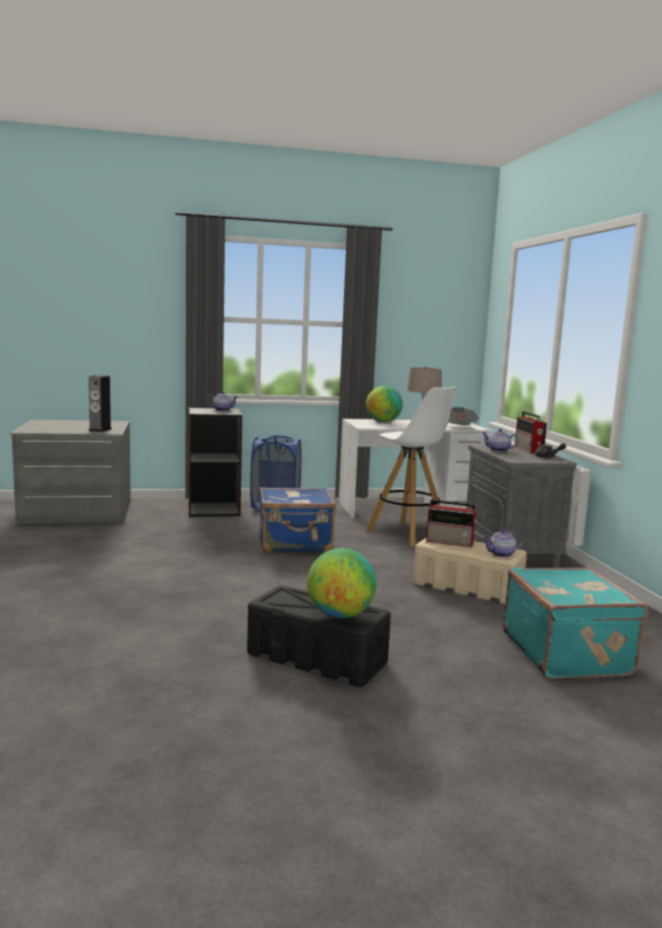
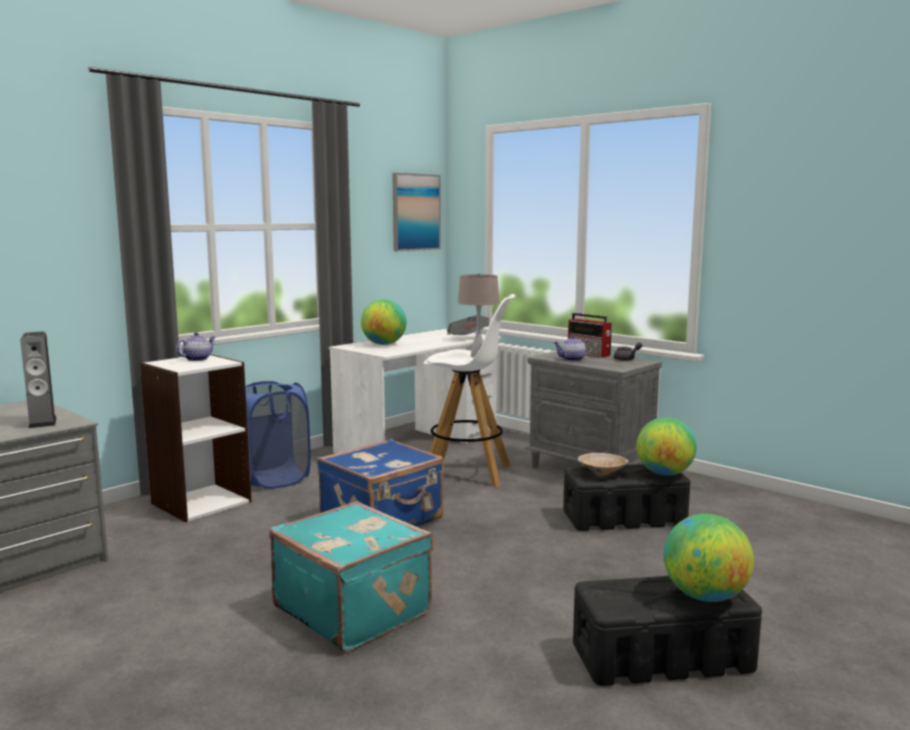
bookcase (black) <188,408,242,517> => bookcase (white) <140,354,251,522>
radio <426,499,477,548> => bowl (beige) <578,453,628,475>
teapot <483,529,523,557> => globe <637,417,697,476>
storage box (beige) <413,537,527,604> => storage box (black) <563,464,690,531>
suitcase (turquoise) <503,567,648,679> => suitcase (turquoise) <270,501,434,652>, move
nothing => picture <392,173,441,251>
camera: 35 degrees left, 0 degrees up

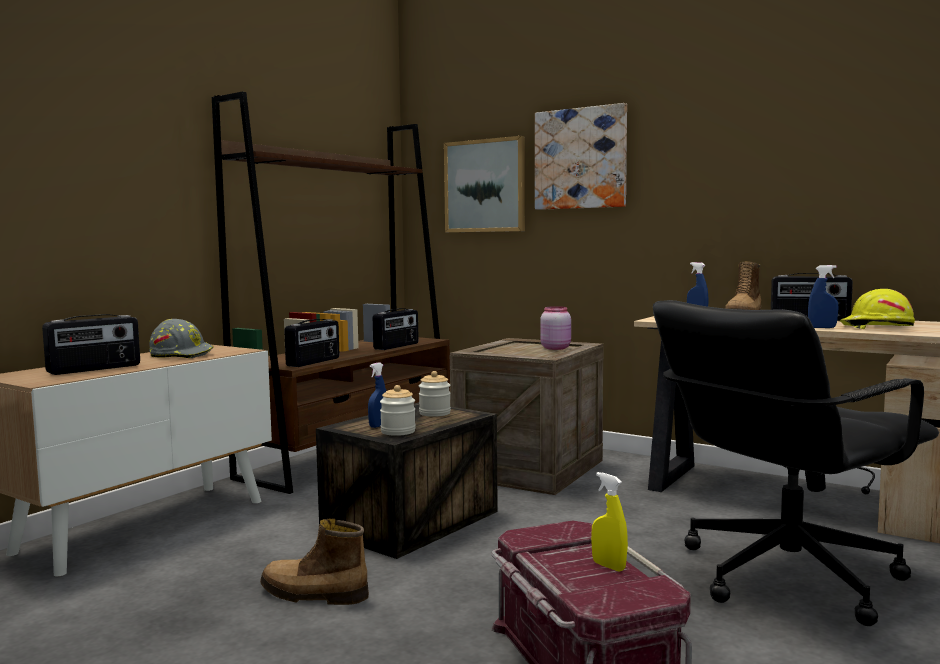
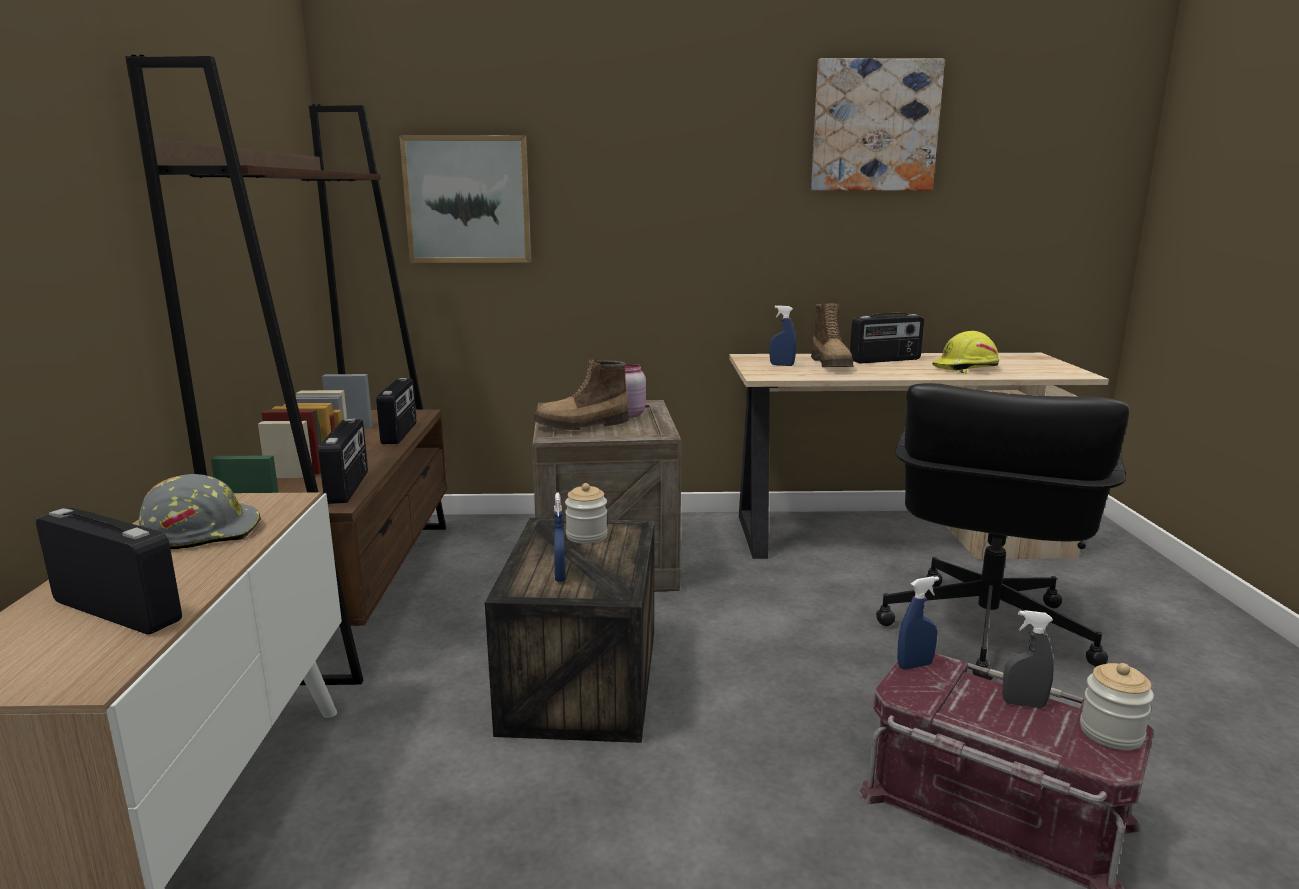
picture <535,103,627,210> => picture <811,58,945,191>, move
spray bottle (blue) <808,265,839,328> => spray bottle (blue) <897,576,939,669>, move
radio <42,314,140,375> => radio <36,508,182,634>, 75 degrees counterclockwise
jar <380,385,416,436> => jar <1080,663,1154,750>, move
spray bottle (yellow) <591,472,628,572> => spray bottle (grey) <1002,610,1054,708>
boot <260,519,369,605> => boot <533,359,629,430>, move
camera: 35 degrees left, 10 degrees up

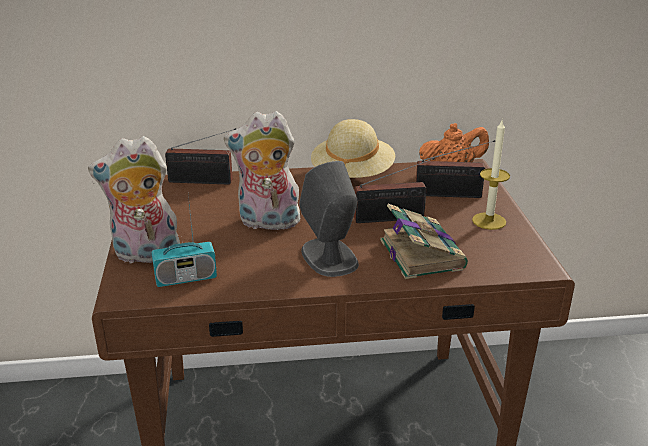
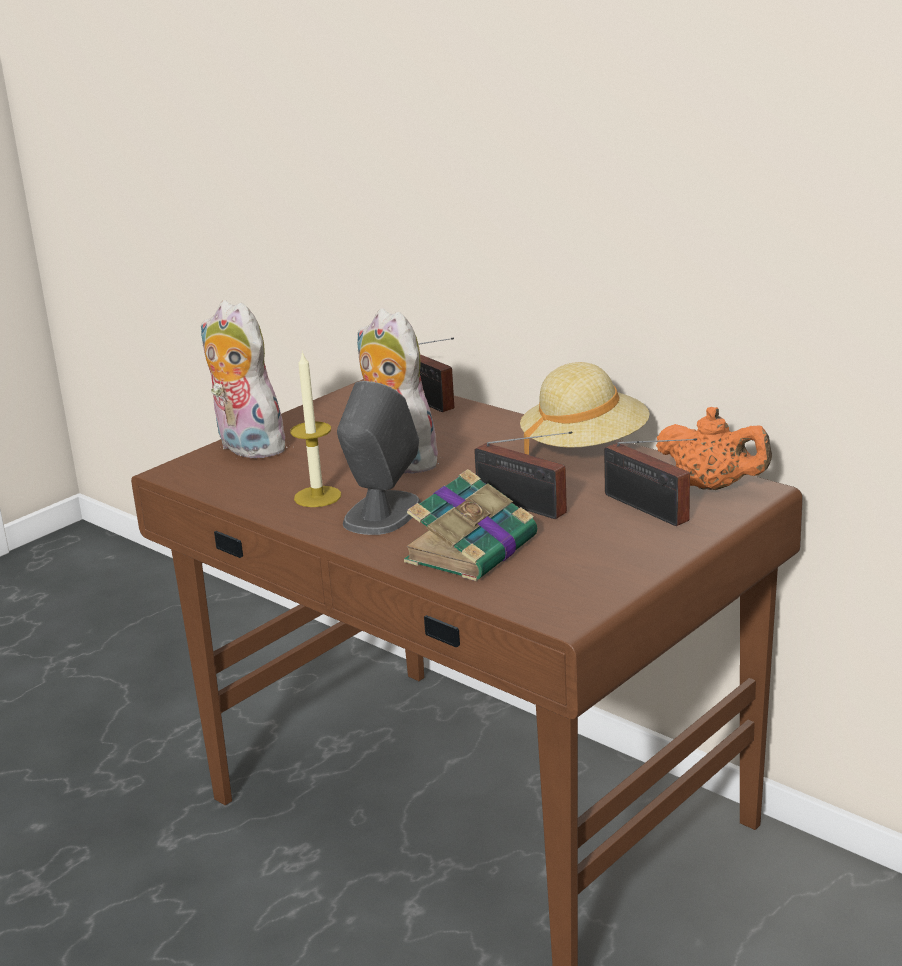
candle <472,120,510,230> => candle <290,351,341,507>, move
radio <152,196,217,287> => nothing
camera: 50 degrees right, 5 degrees down

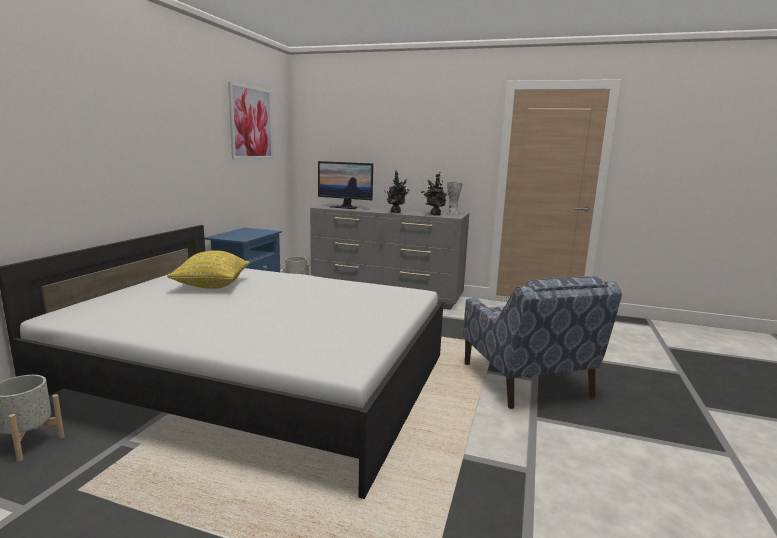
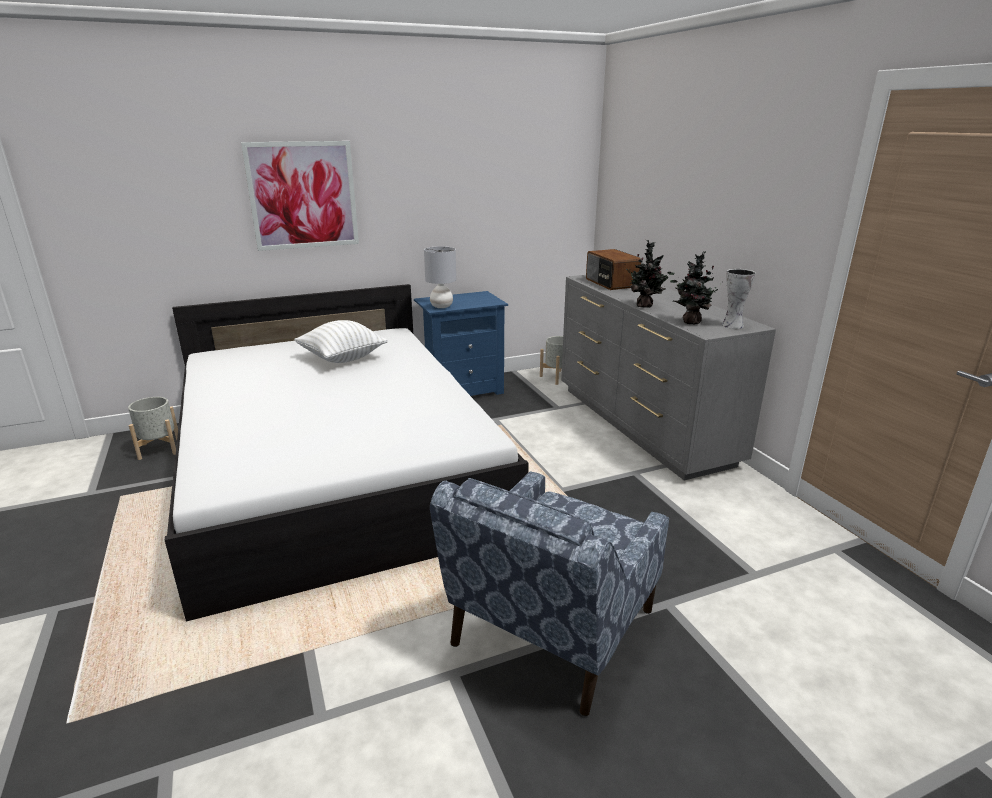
picture <228,81,273,160> => picture <241,141,359,251>, move
monitor <318,161,373,209> => radio <586,249,641,290>
pillow (yellow) <167,250,250,289> => pillow (white) <294,320,387,363>
nothing => table lamp (grey) <424,246,456,308>
camera: 50 degrees right, 10 degrees up

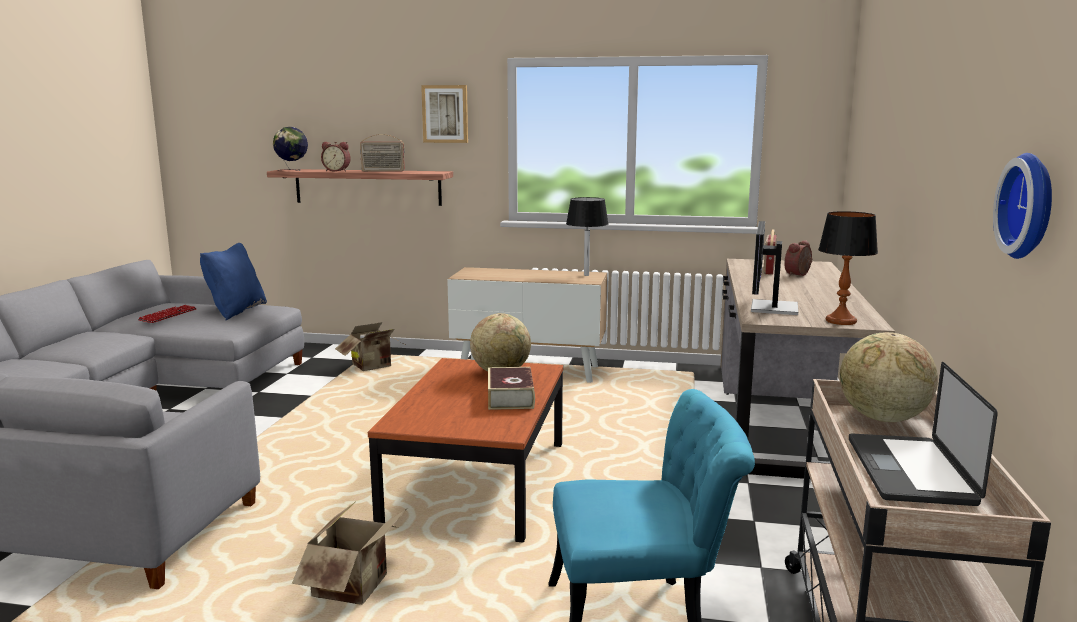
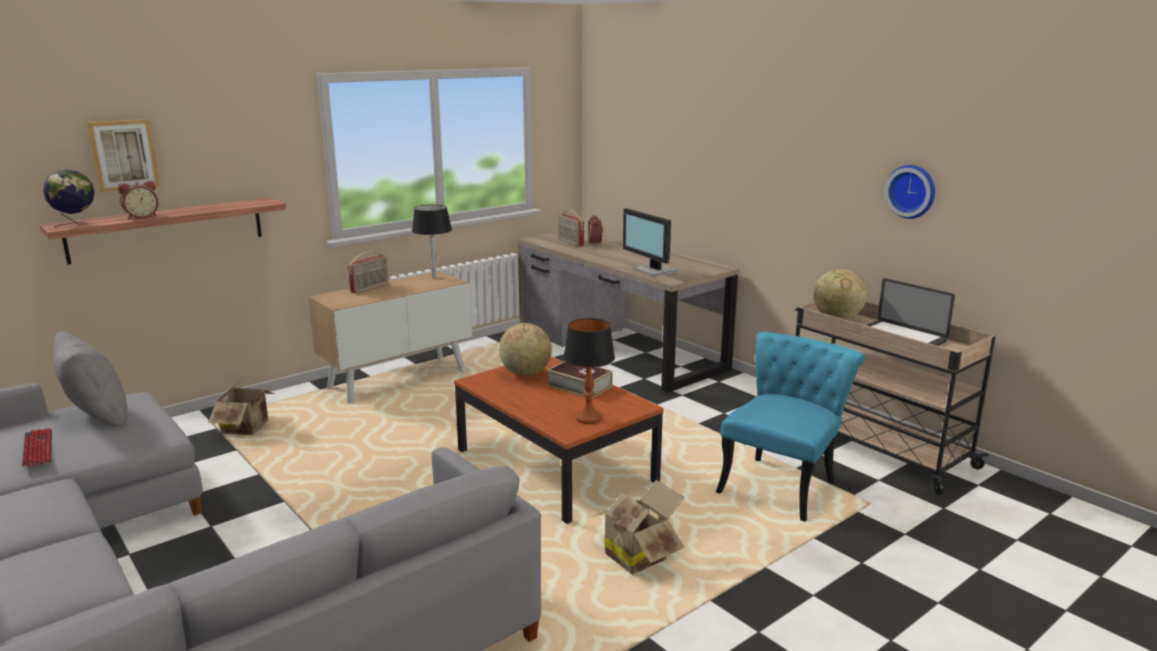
picture <421,85,468,143> => picture <87,119,160,192>, move
radio <360,134,405,172> => radio <348,252,389,293>, move
table lamp <818,211,878,325> => table lamp <563,318,615,424>, move
pillow (blue) <200,243,267,320> => pillow (grey) <53,331,127,428>
camera: 50 degrees left, 5 degrees up

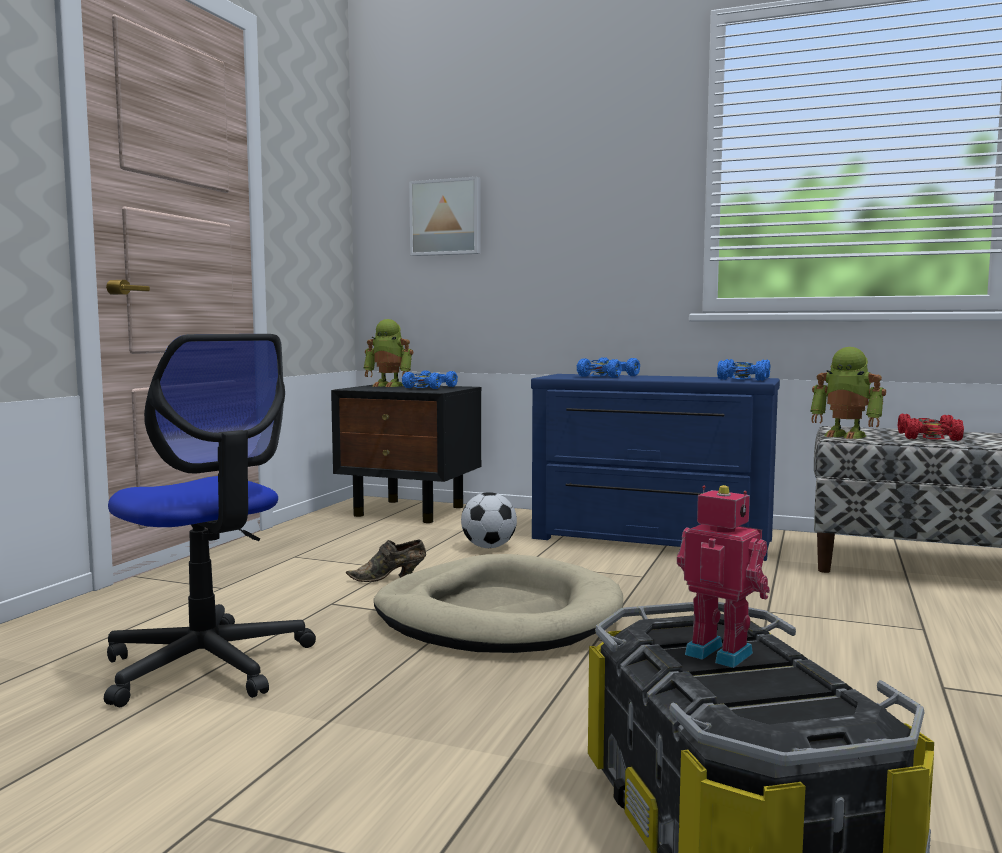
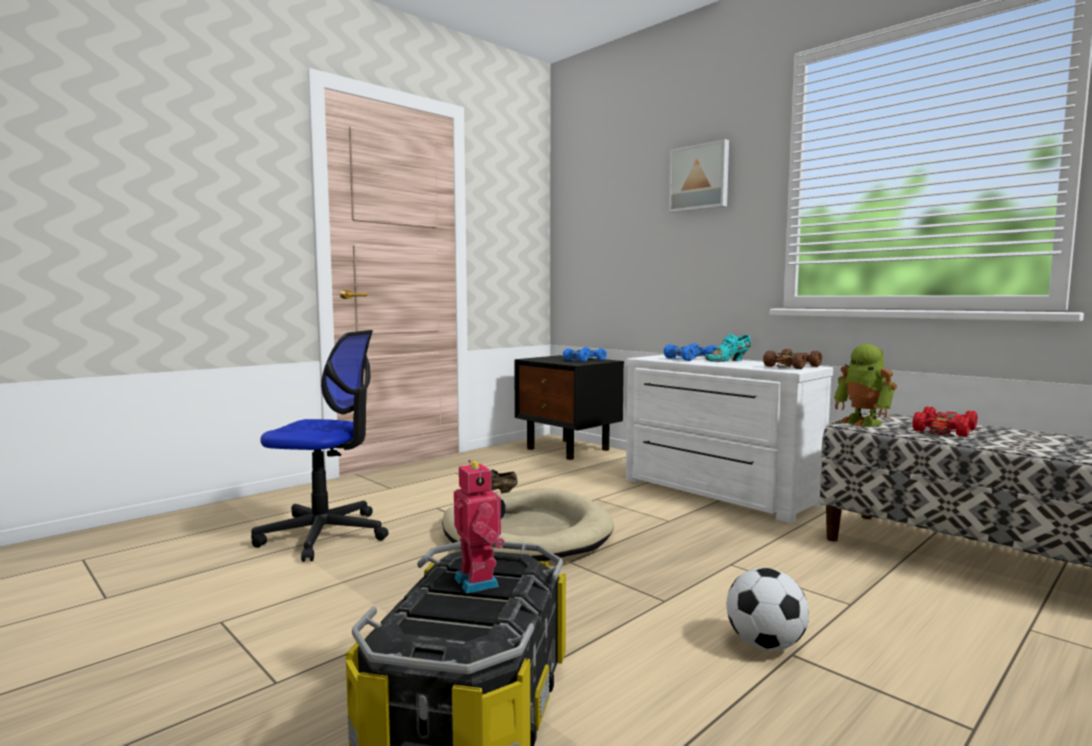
picture <409,177,481,256> => picture <669,139,729,213>, move
toy robot <363,319,413,387> => nothing
office chair <104,334,316,707> => office chair <251,330,389,562>, 60 degrees counterclockwise
toy car (blue) <717,359,770,381> => toy car (brown) <763,349,823,369>
dresser (blue) <531,374,780,561> => dresser (white) <626,355,833,523>
football <461,492,517,548> => football <727,568,809,651>, move
nothing => shoe (turquoise) <704,334,751,362>
camera: 25 degrees right, 0 degrees up

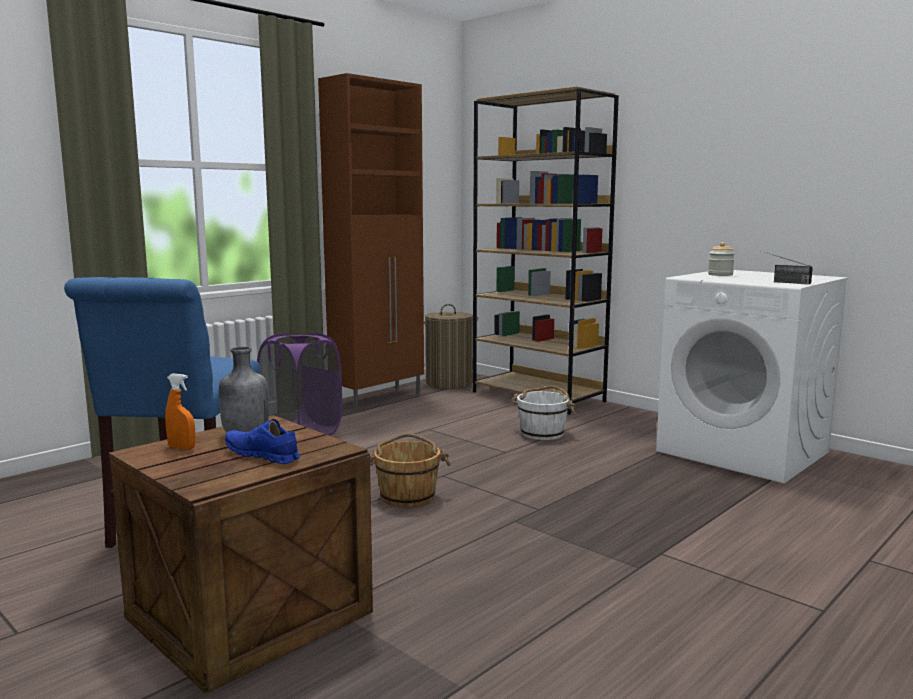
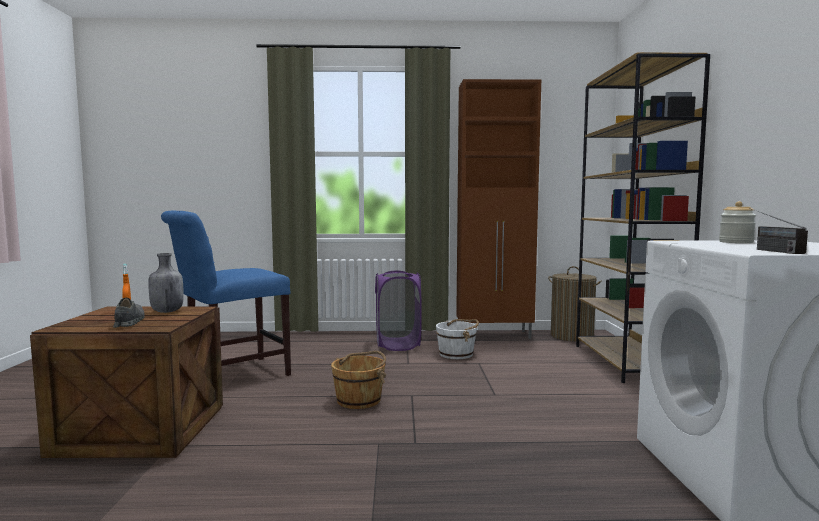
bucket (white) <511,386,576,440> => bucket (white) <436,319,479,359>, move
shoe (blue) <225,419,300,464> => shoe (grey) <113,298,145,328>
camera: 45 degrees right, 5 degrees down

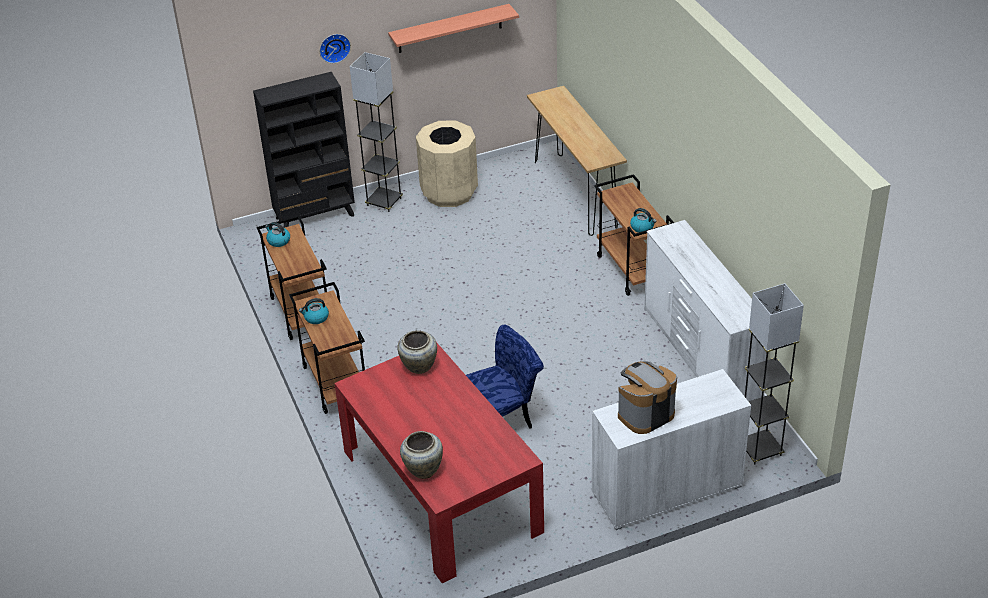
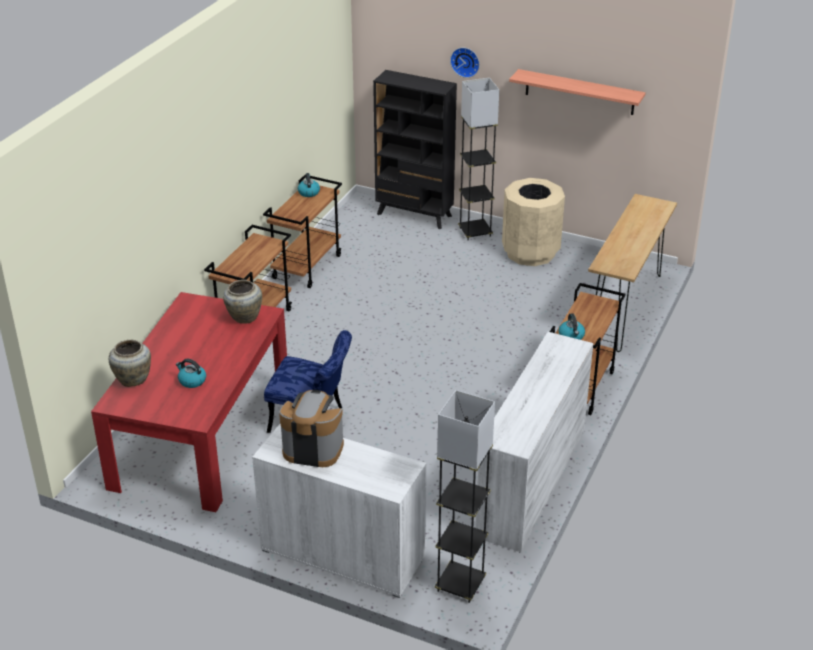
kettle <299,298,329,324> => kettle <176,359,206,388>, move
camera: 45 degrees right, 5 degrees down

